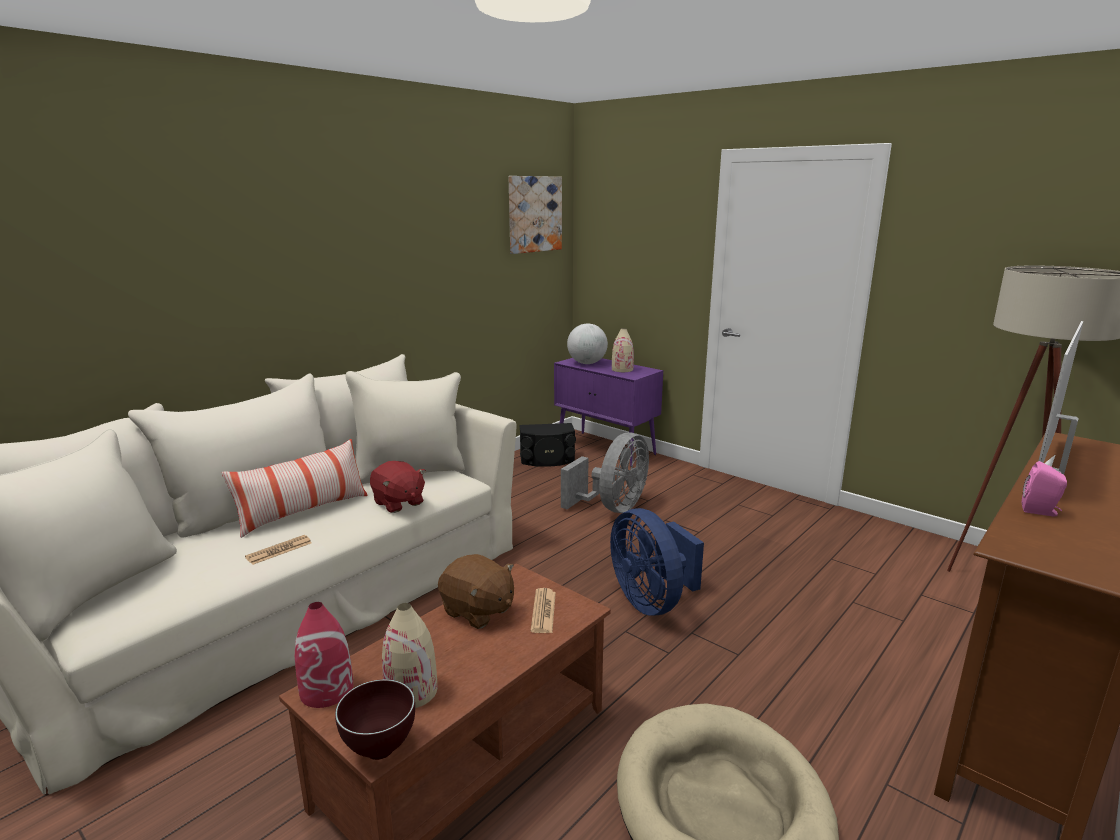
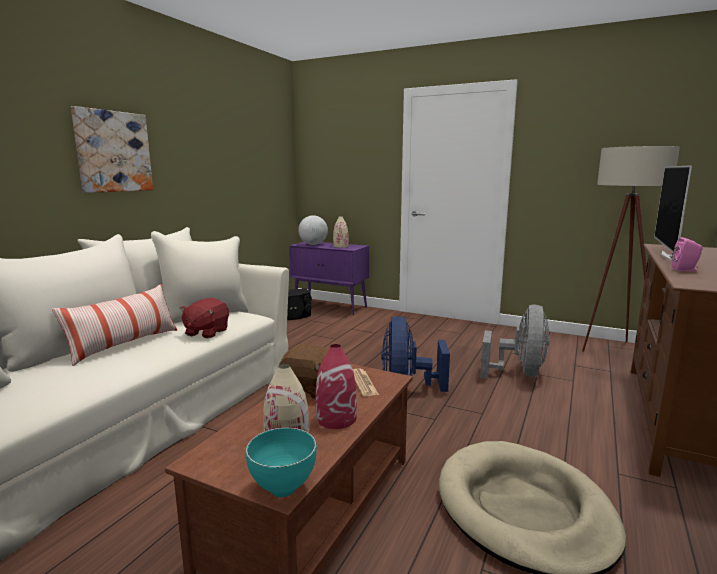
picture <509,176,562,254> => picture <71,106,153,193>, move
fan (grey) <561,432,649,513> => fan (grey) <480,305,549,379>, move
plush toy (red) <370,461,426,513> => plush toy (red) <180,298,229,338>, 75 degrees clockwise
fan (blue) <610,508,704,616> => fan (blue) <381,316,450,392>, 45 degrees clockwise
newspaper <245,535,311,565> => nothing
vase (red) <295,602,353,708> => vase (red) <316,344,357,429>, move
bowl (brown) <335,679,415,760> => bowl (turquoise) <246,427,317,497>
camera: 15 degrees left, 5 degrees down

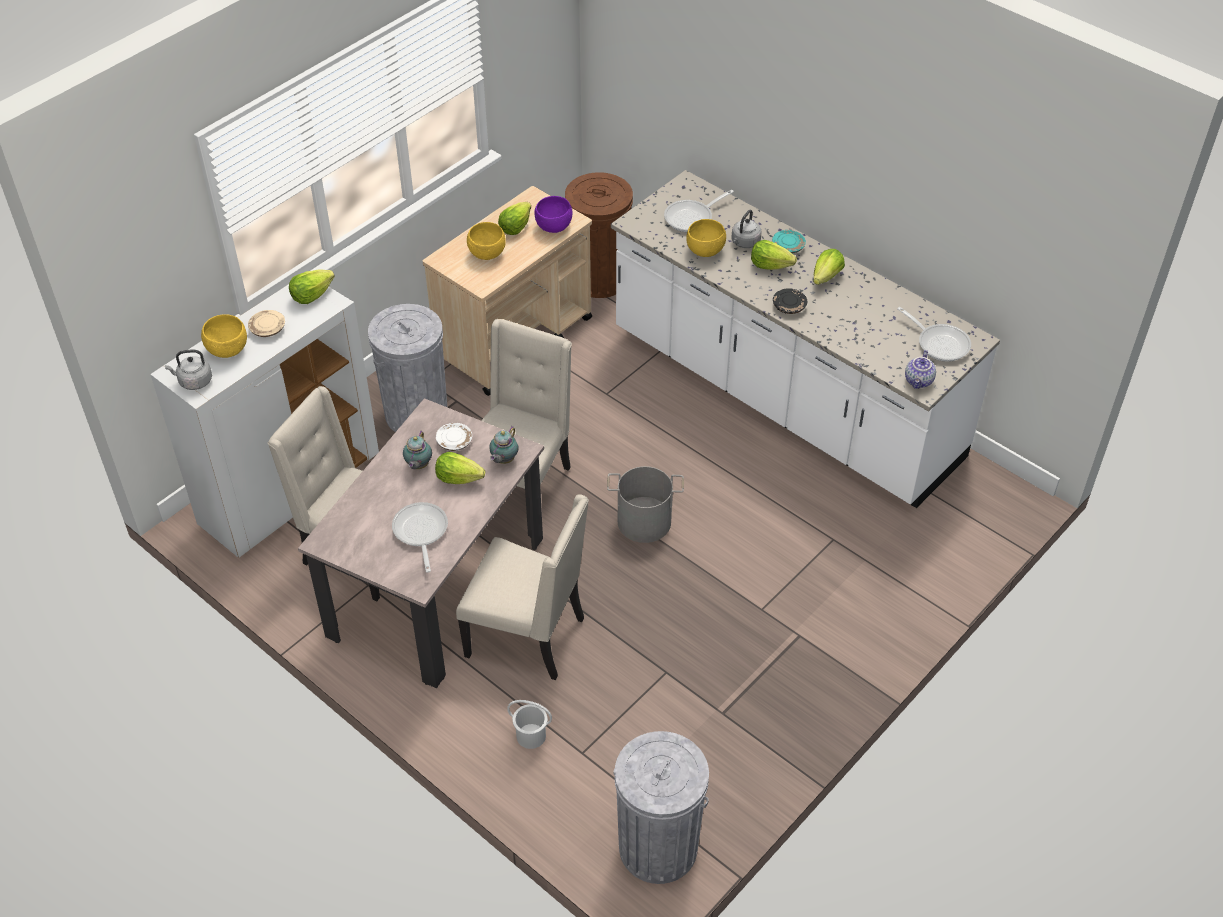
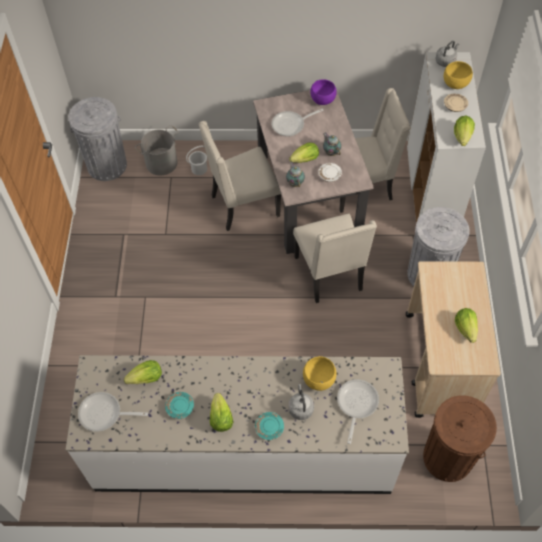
bowl (purple) <534,196,572,233> => bowl (purple) <310,79,337,105>, move
bowl (yellow) <467,222,506,260> => nothing
lettuce <751,240,797,270> => lettuce <124,360,162,384>, move
plate (black) <773,288,807,314> => nothing
teapot <905,350,936,389> => nothing
bucket (grey) <607,466,684,543> => bucket (grey) <135,125,179,176>, move
frying pan <392,502,448,573> => frying pan <271,109,324,137>, 120 degrees clockwise
nothing => plate (turquoise) <165,392,194,419>
camera: 140 degrees right, 10 degrees up

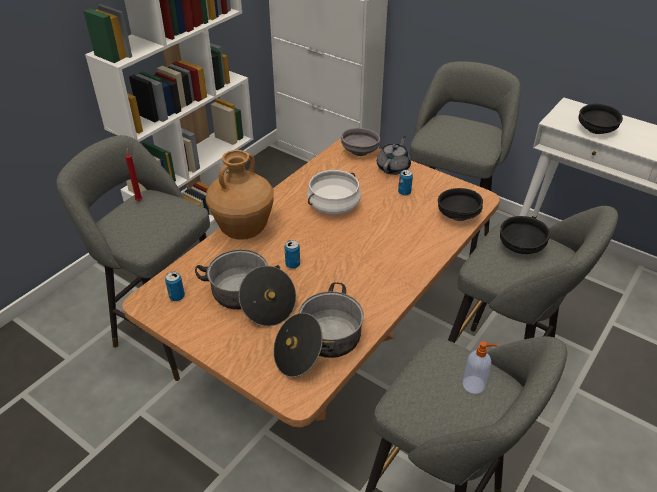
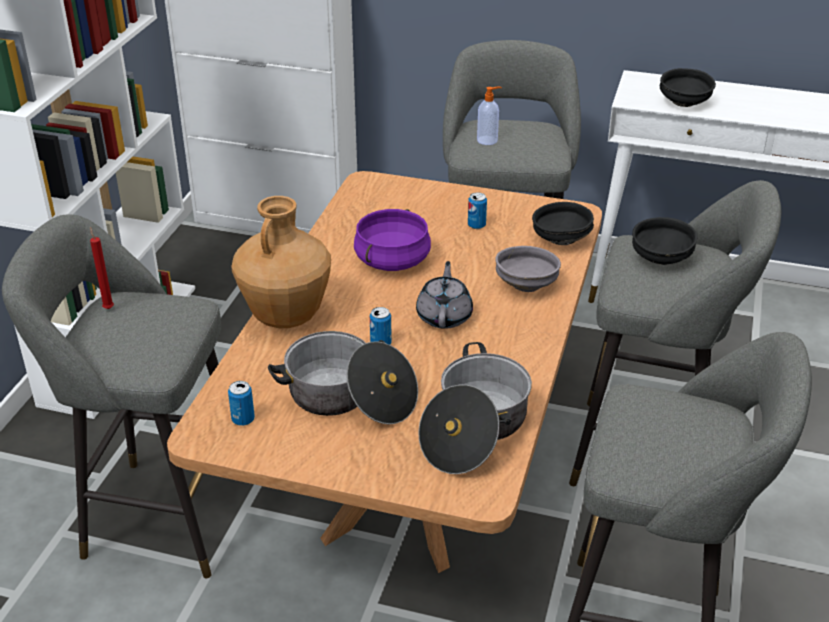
bowl (grey) <341,128,380,156> => bowl (grey) <495,246,561,292>, move
teapot (grey) <377,136,411,175> => teapot (grey) <416,261,473,329>, move
cooking pot (white) <307,170,361,215> => cooking pot (purple) <354,209,431,271>
soap dispenser <462,341,498,394> => soap dispenser <477,87,502,145>, move
camera: 20 degrees left, 5 degrees down

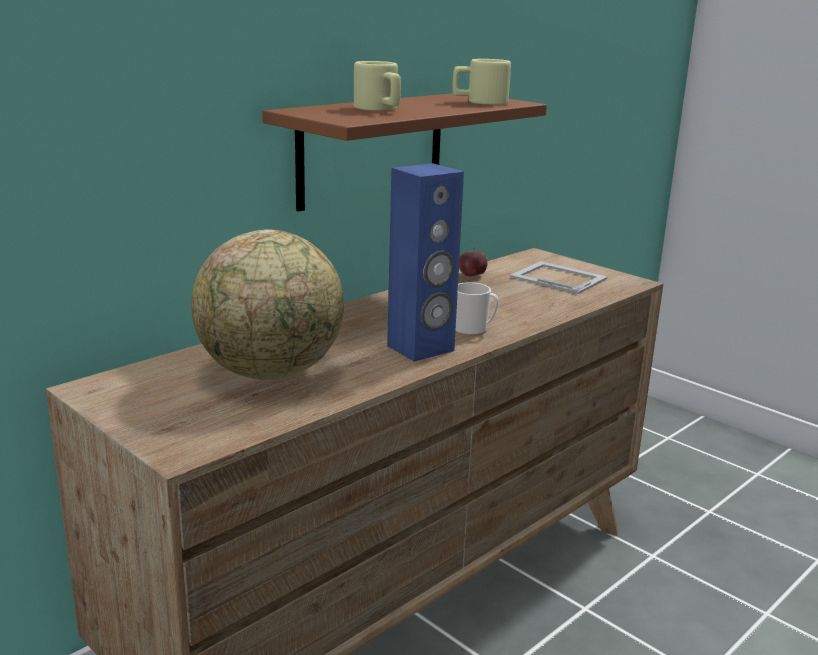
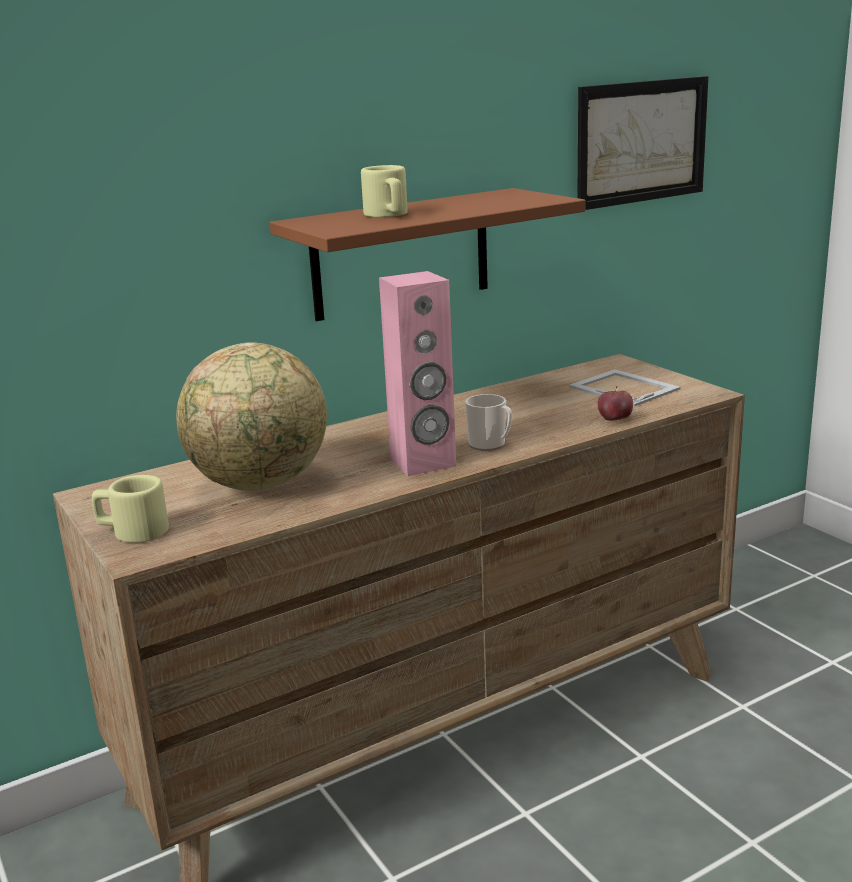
mug (beige) <453,59,511,105> => mug (beige) <92,475,169,543>, move
speaker (blue) <387,163,464,362> => speaker (pink) <379,271,456,476>
apple <459,247,488,276> => apple <598,386,633,421>, move
nothing => picture <577,76,708,210>
camera: 15 degrees right, 0 degrees up

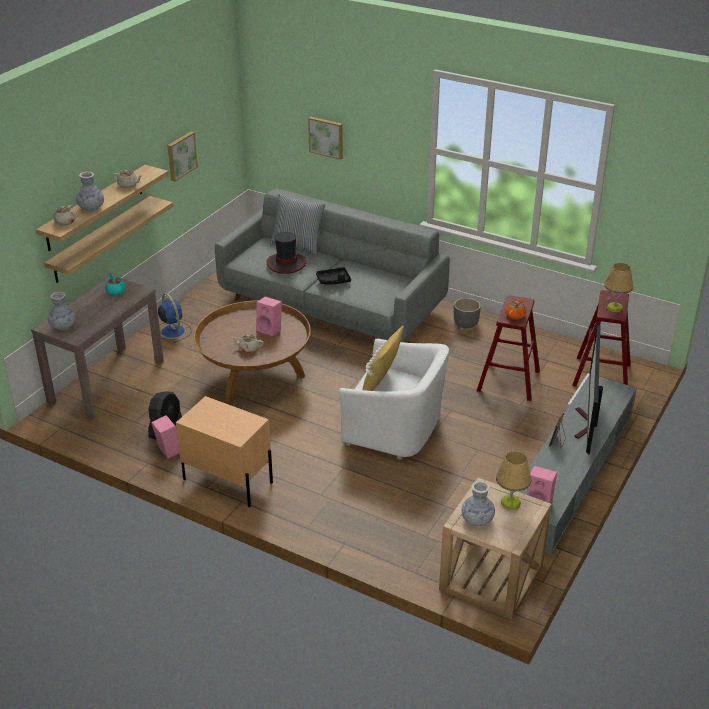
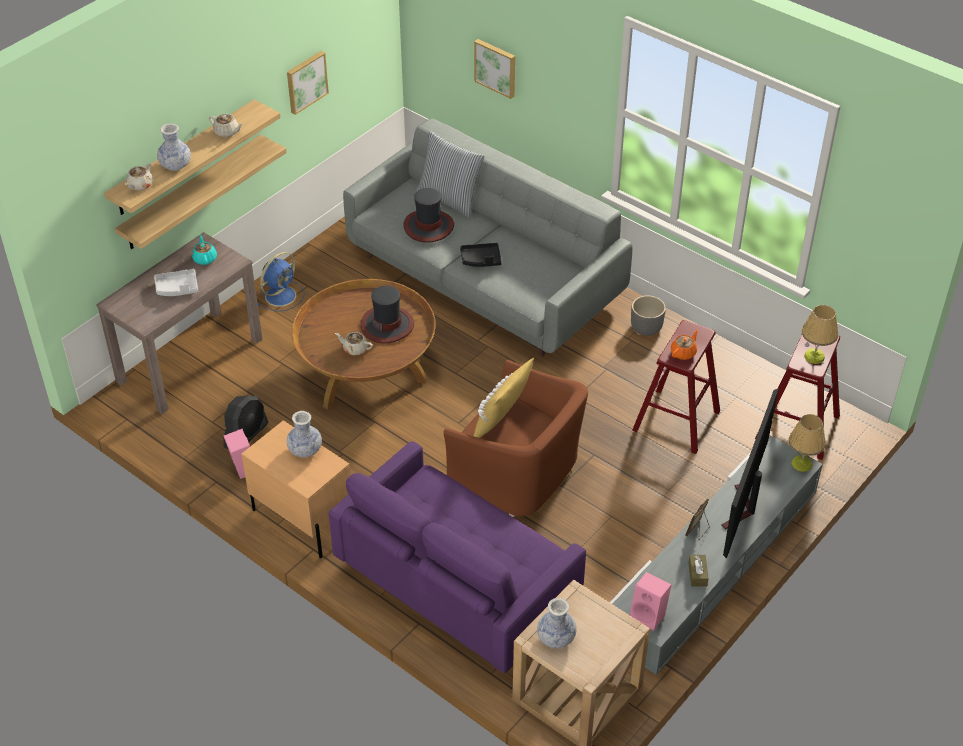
vase <48,291,76,330> => vase <287,411,322,457>, move
fan (blue) <158,293,192,343> => fan (blue) <258,252,305,312>, 60 degrees clockwise
speaker (pink) <256,297,282,338> => hat <360,286,414,343>
armchair (white) <339,339,449,460> => armchair (brown) <443,360,588,517>
table lamp <496,451,531,510> => table lamp <788,414,826,472>, move
nothing => tray (grey) <154,269,198,296>
nothing => sofa (purple) <329,441,586,673>
nothing => tissue box (brown) <688,555,708,587>
camera: 10 degrees right, 10 degrees up

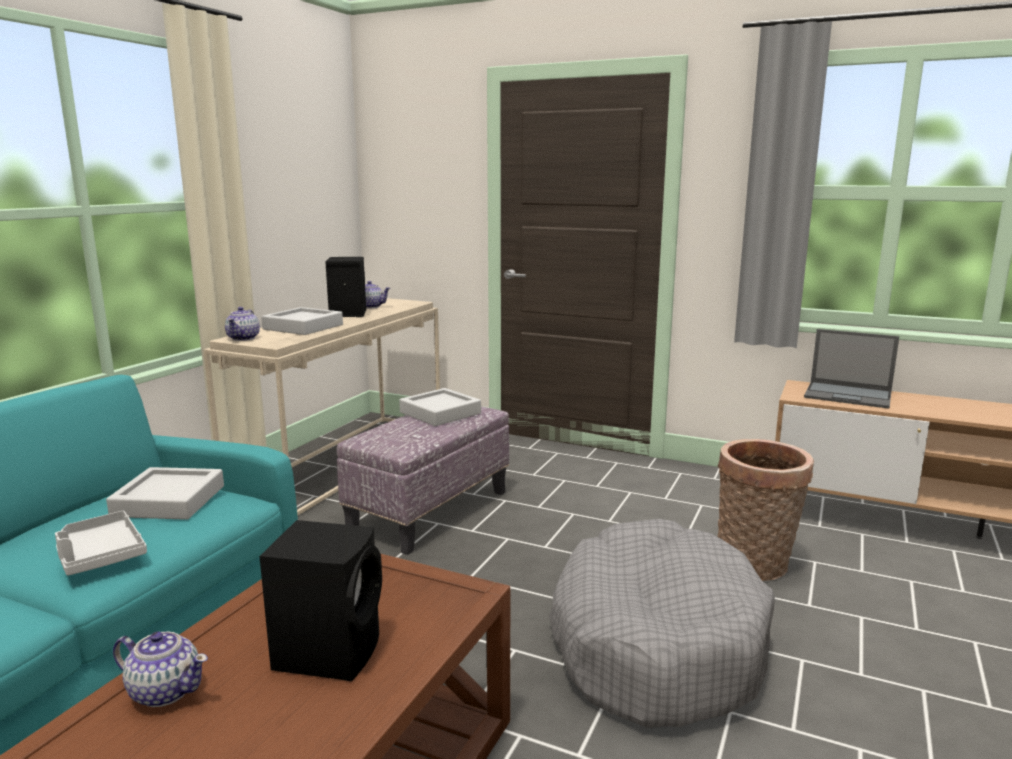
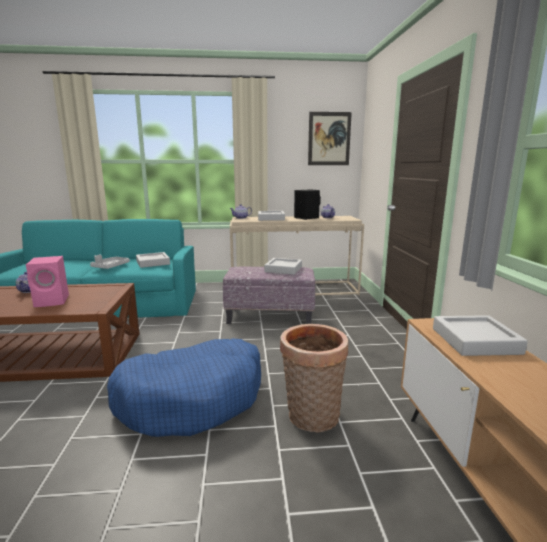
laptop <804,329,899,409> => tray (grey) <433,315,528,356>
dog bed (grey) <549,519,775,728> => dog bed (blue) <107,338,261,437>
speaker (black) <259,520,382,681> => speaker (pink) <26,256,69,307>
nothing => picture <308,112,352,165>
camera: 60 degrees right, 0 degrees up

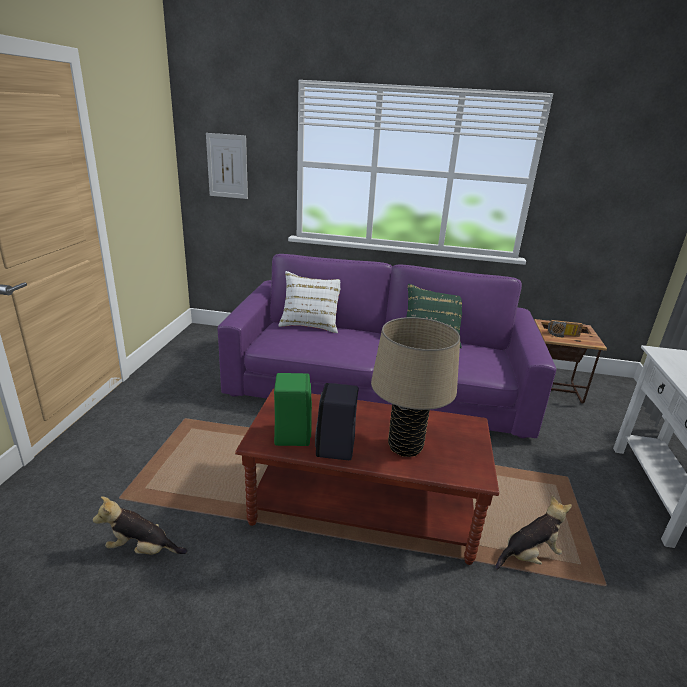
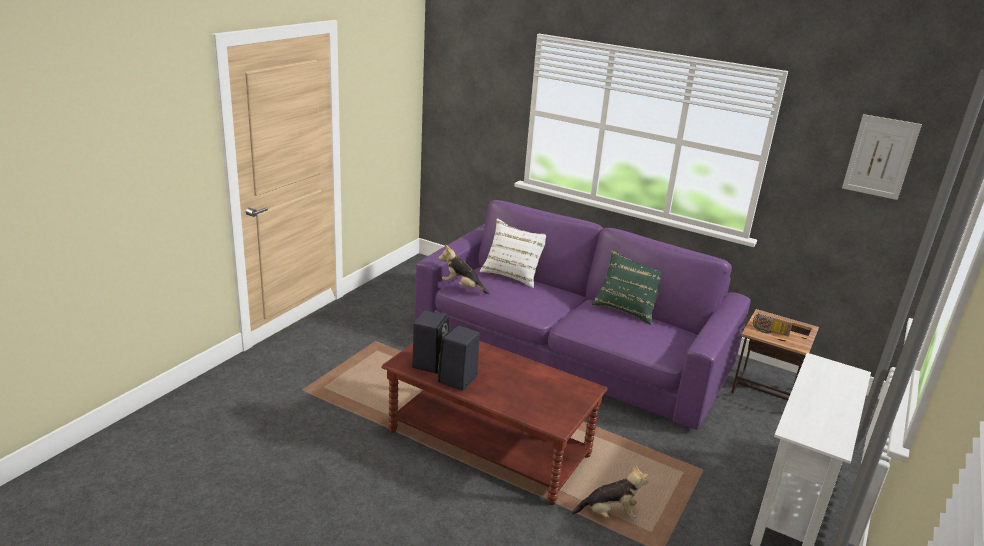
picture <206,133,248,199> => picture <842,114,922,200>, move
table lamp (beige) <371,317,460,457> => nothing
speaker (green) <274,373,312,446> => speaker (black) <412,311,449,374>
plush toy <93,497,187,555> => plush toy <438,245,490,294>, move
camera: 20 degrees right, 0 degrees up

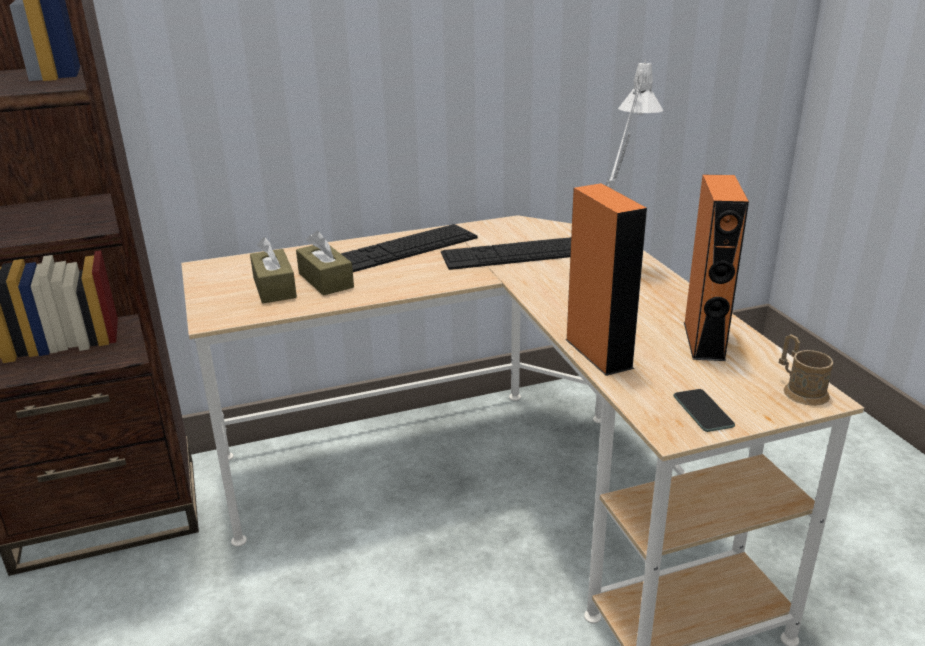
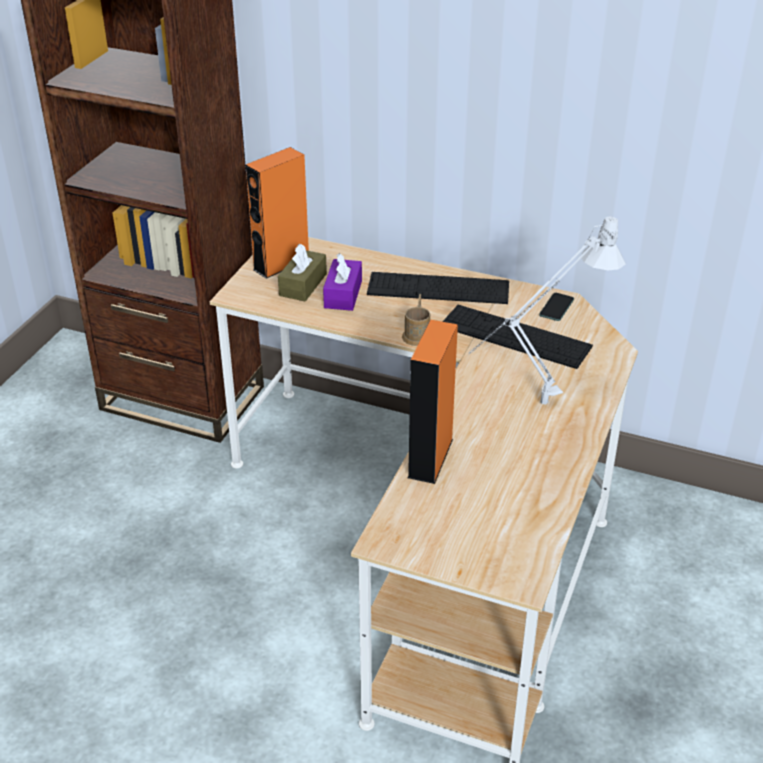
speaker (orange) <684,175,749,361> => speaker (orange) <246,147,309,279>, move
tissue box (brown) <296,231,354,296> => tissue box (purple) <323,253,362,311>
mug (brown) <779,334,833,406> => mug (brown) <402,294,430,346>, move
phone <673,389,735,432> => phone <539,293,574,321>, move
camera: 40 degrees right, 10 degrees up

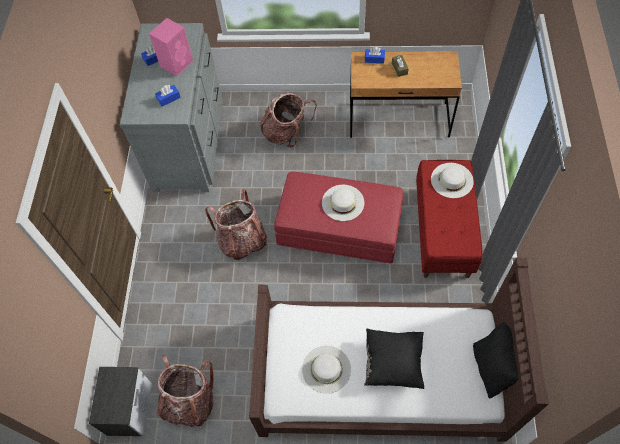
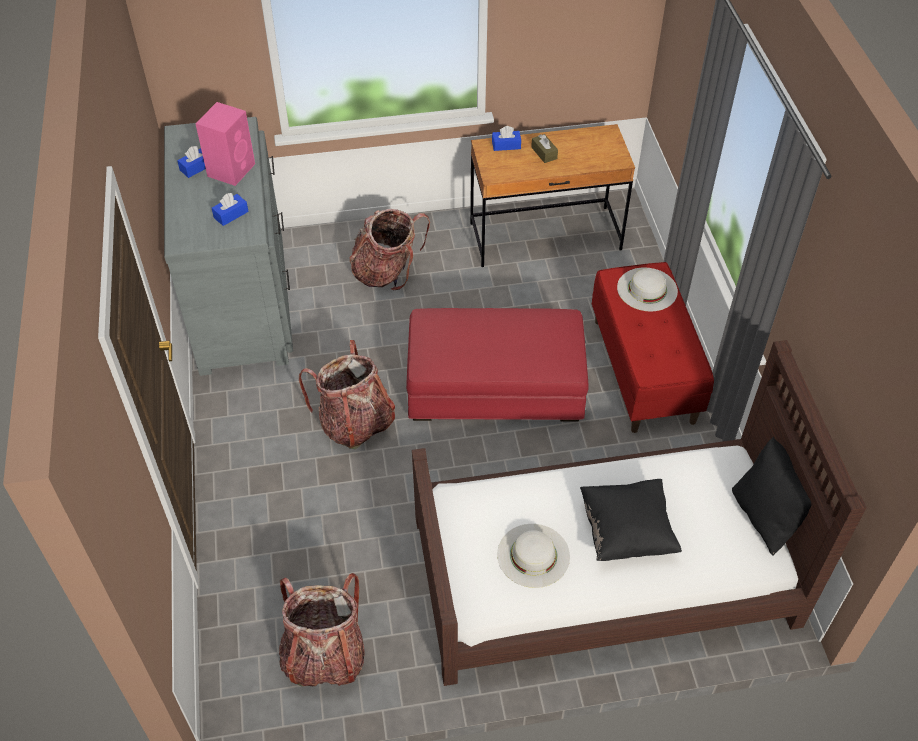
hat (white) <322,185,364,221> => nothing
nightstand <89,367,152,436> => nothing
camera: 15 degrees left, 10 degrees down

